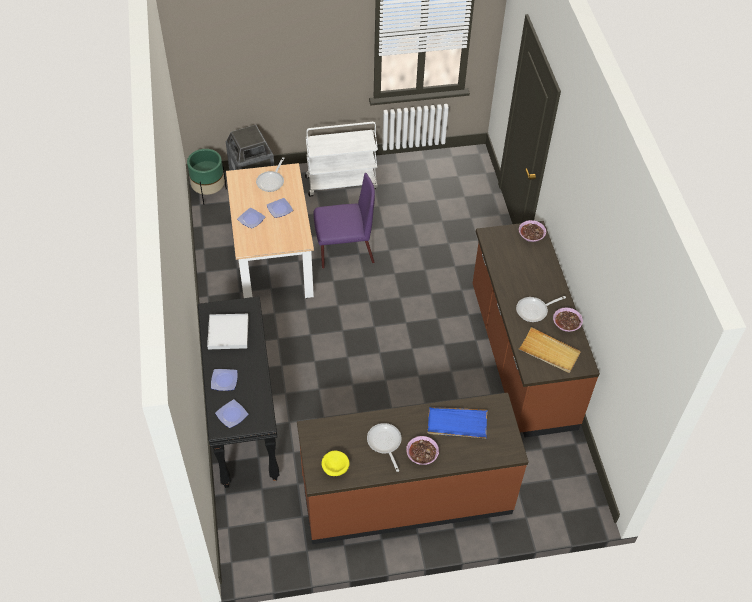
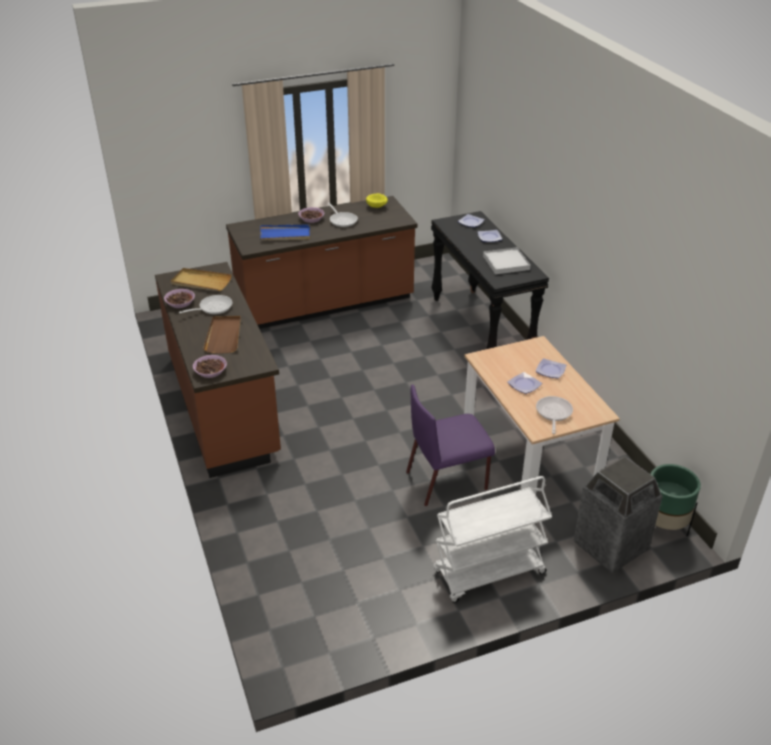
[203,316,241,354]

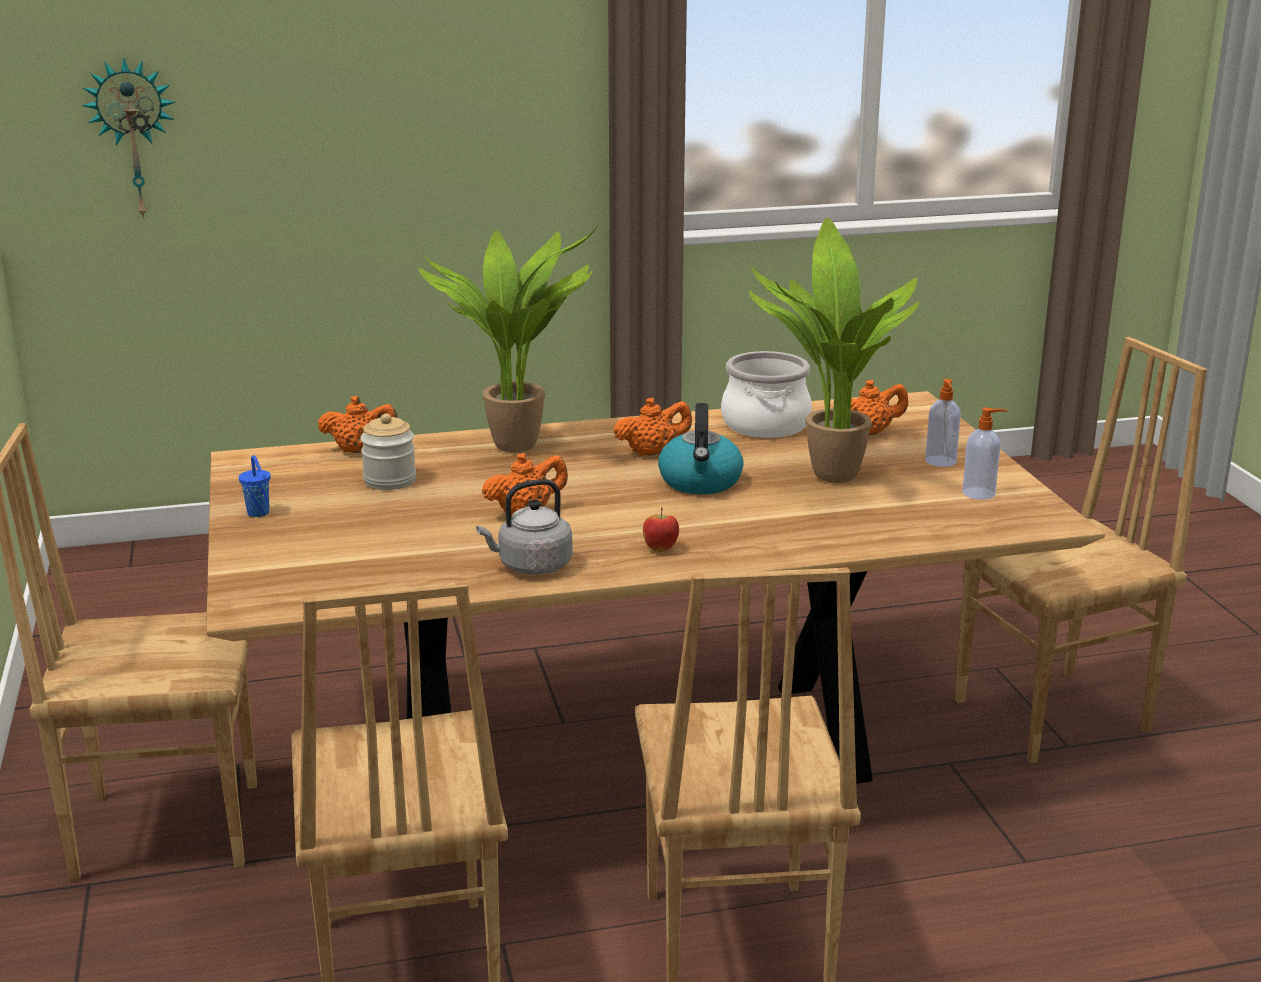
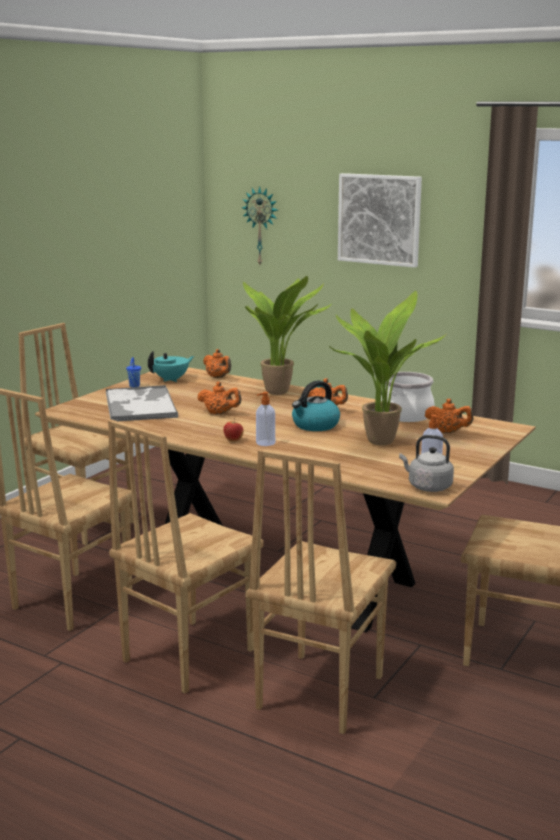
[256,392,275,446]
[360,414,416,490] (first image)
[399,435,454,492]
[338,173,422,268]
[148,351,194,382]
[106,385,178,421]
[247,449,396,734]

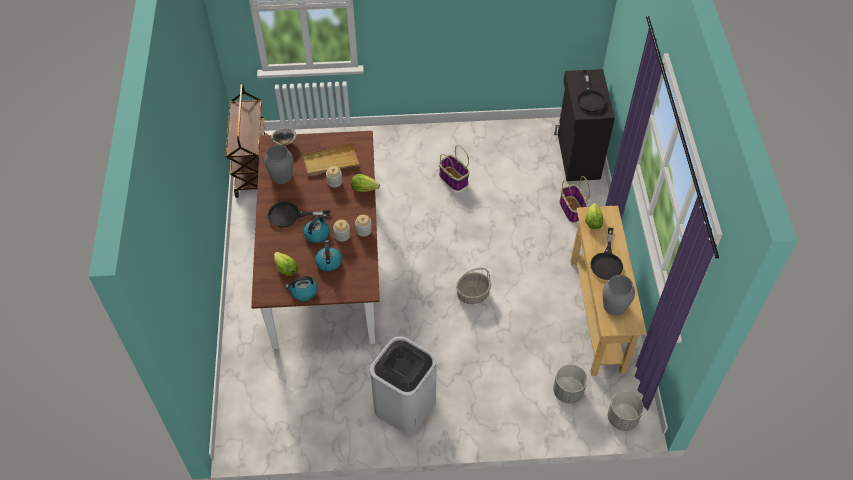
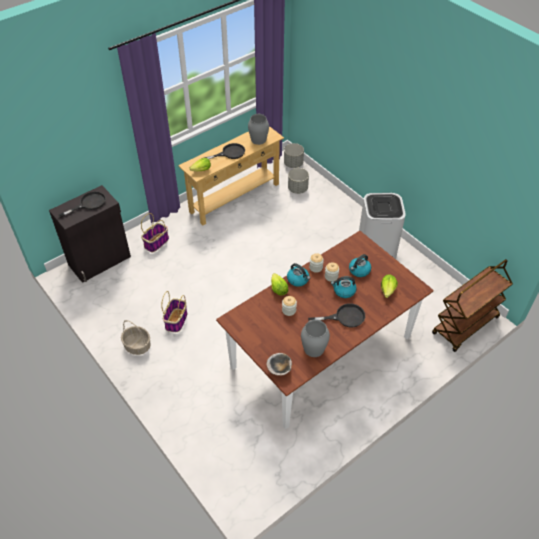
[432,259,513,352]
[303,143,360,176] (first image)
[308,303,365,327]
[121,320,151,355]
[287,263,310,287]

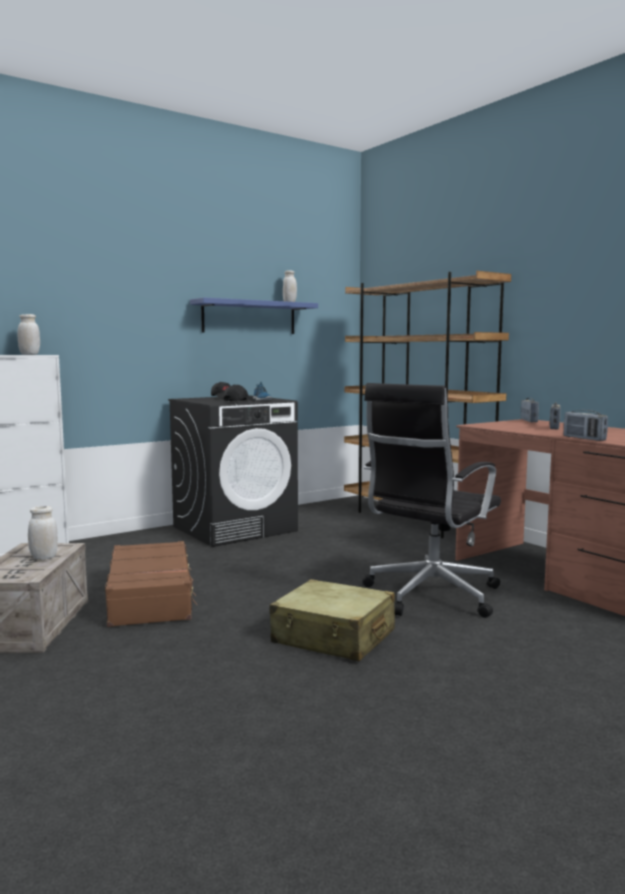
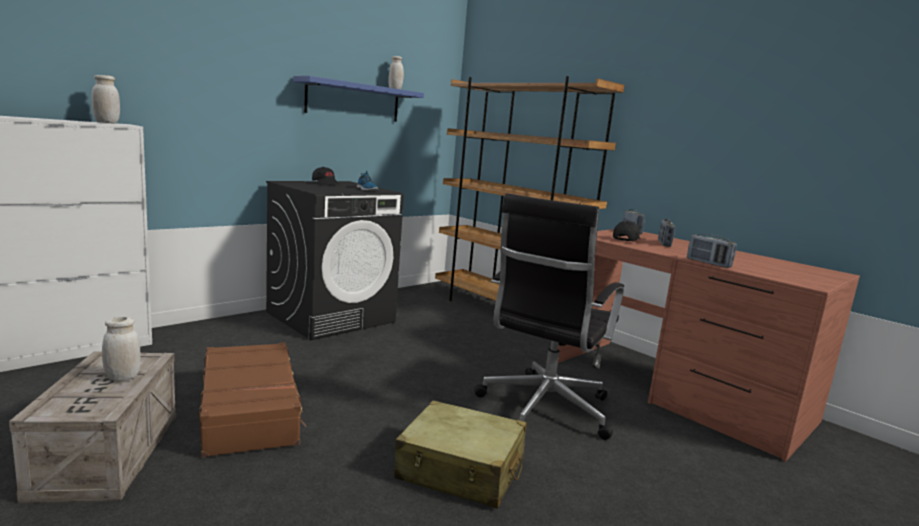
[613,221,641,241]

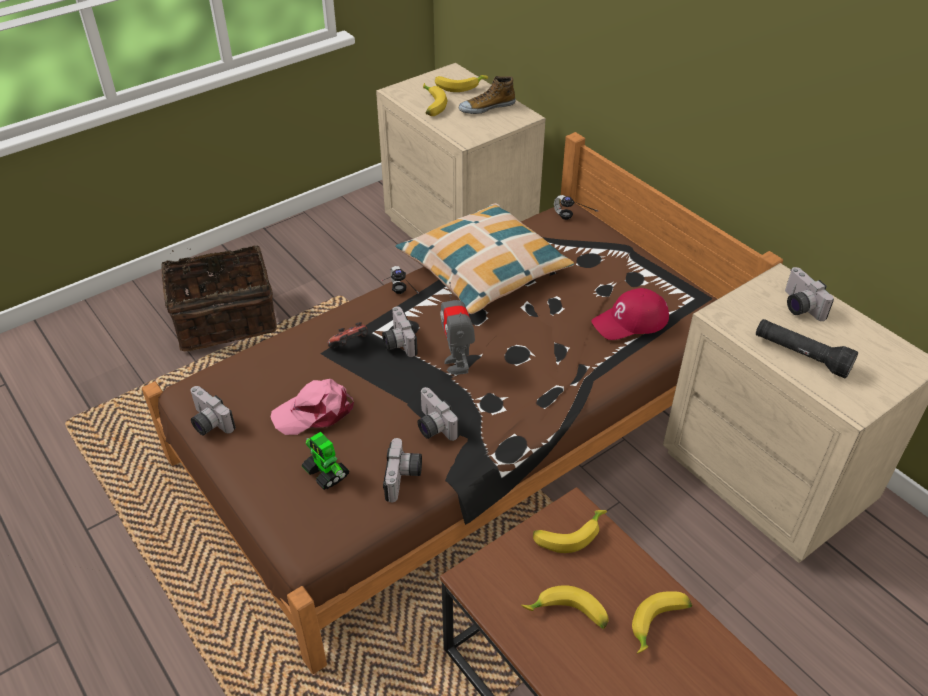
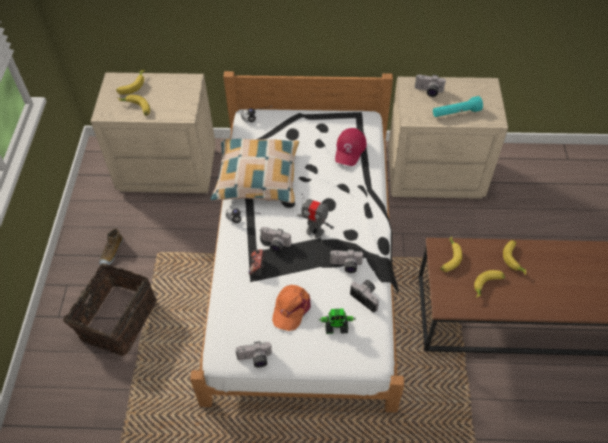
[99,228,123,265]
[190,71,404,413]
[433,96,483,117]
[272,285,311,331]

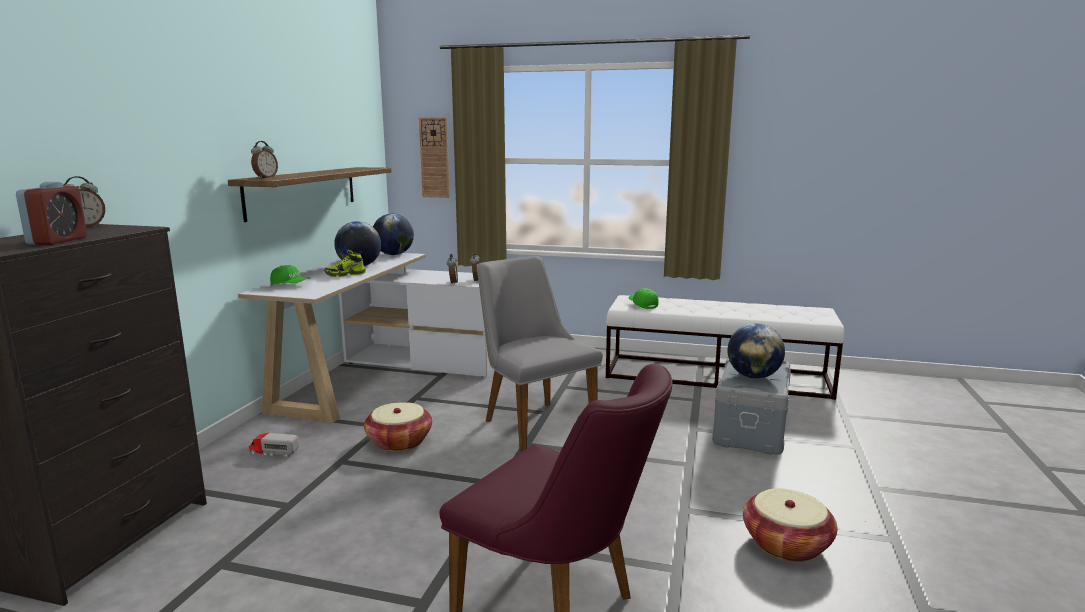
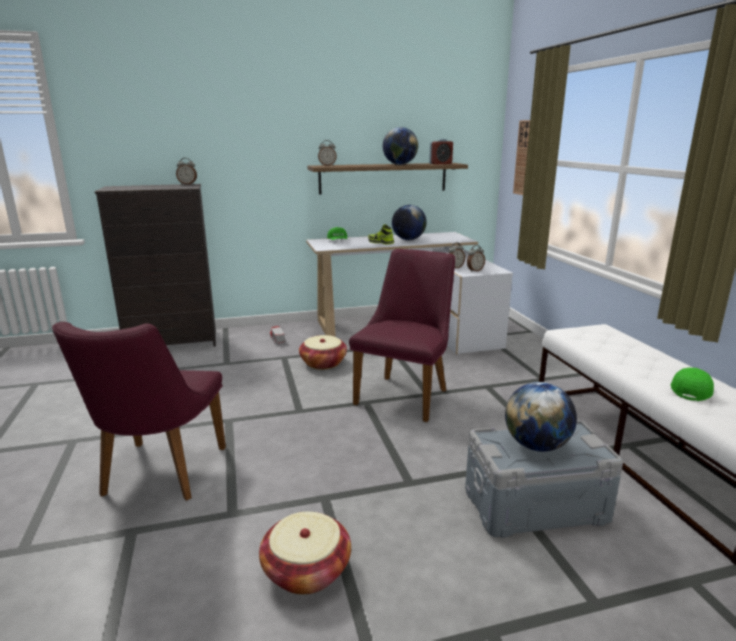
[429,139,453,164]
[383,127,418,165]
[349,249,455,422]
[671,368,714,401]

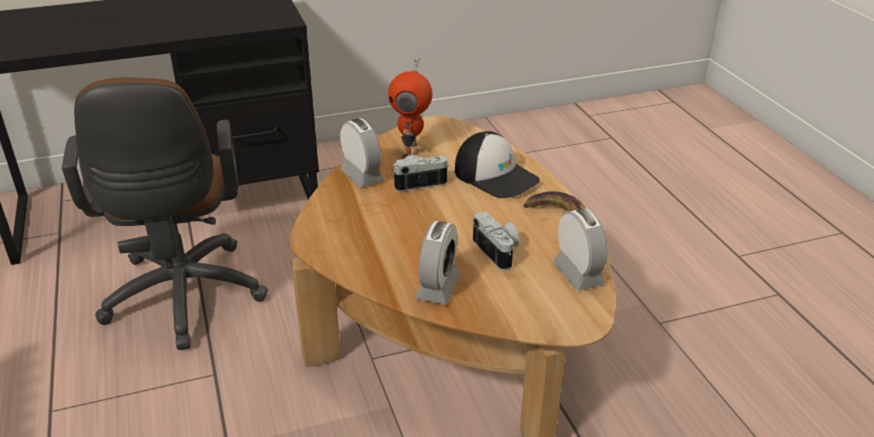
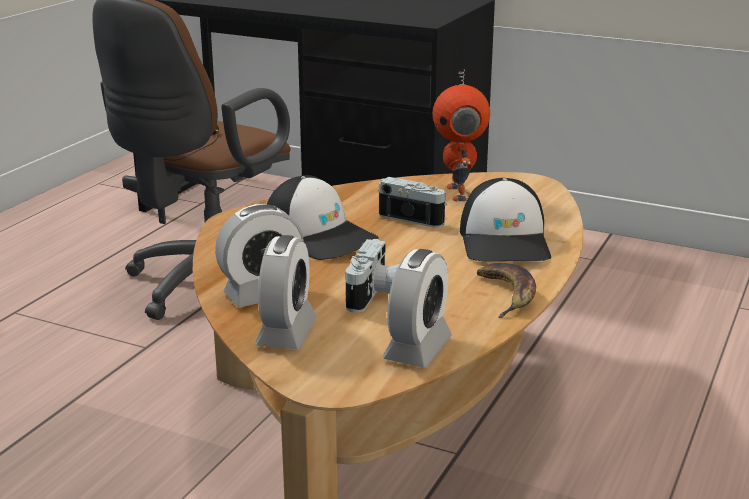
[433,69,490,201]
[255,235,317,349]
[267,175,379,260]

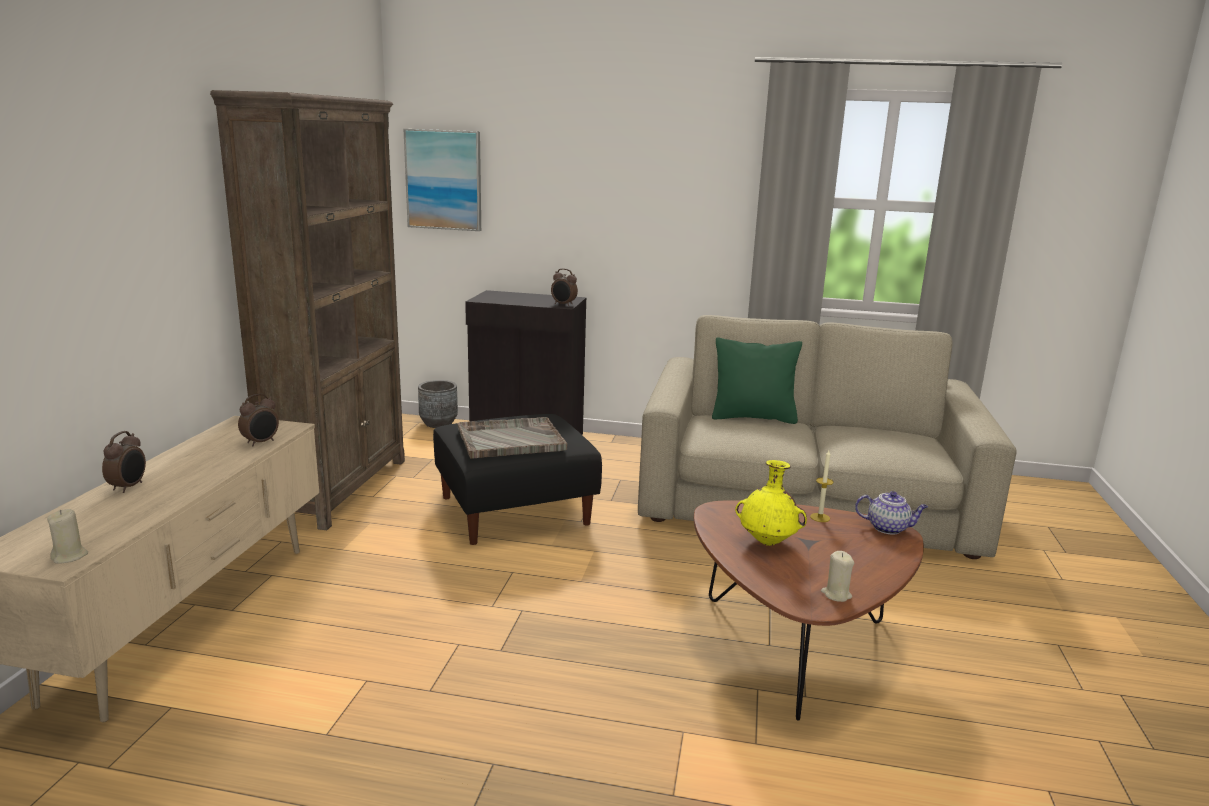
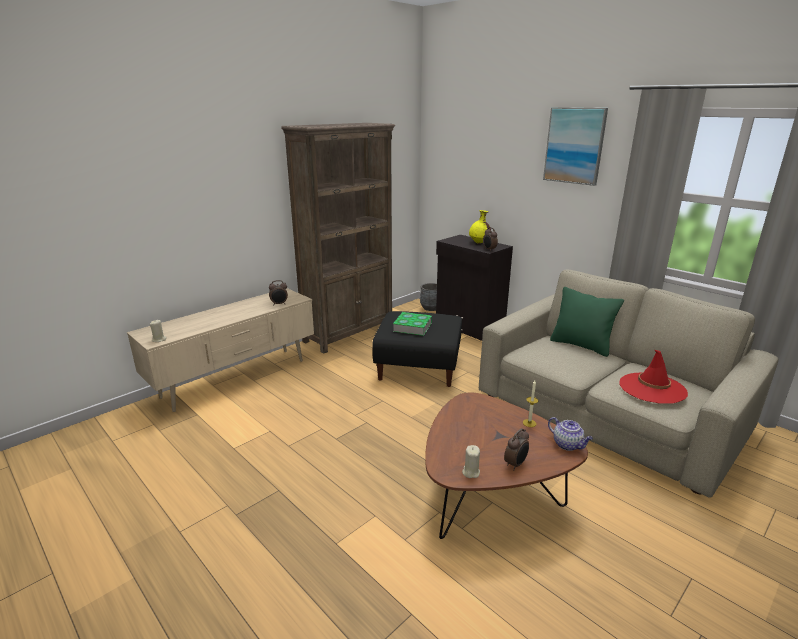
[543,107,608,186]
[393,312,432,336]
[504,428,529,470]
[469,210,491,244]
[619,350,688,404]

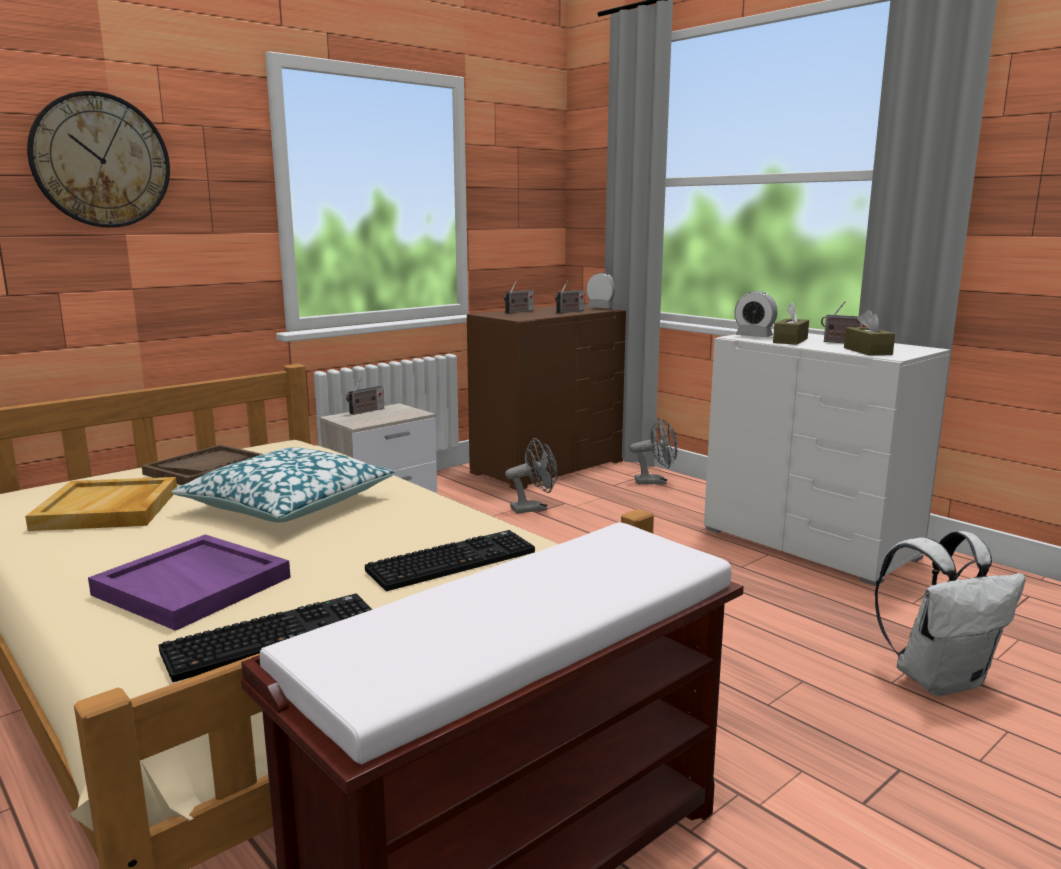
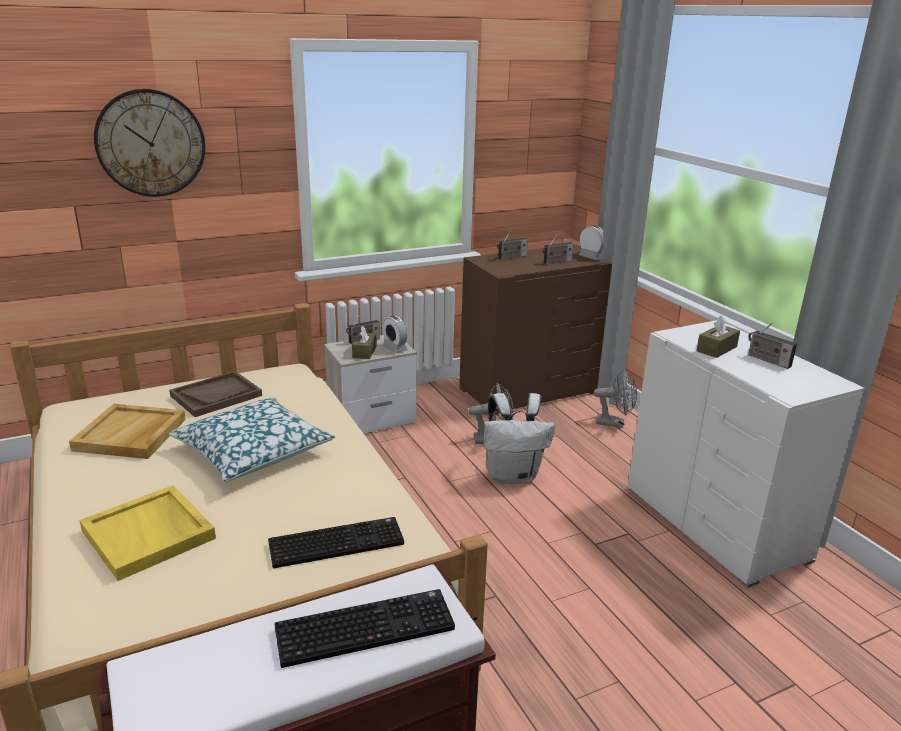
[382,316,408,353]
[352,326,377,359]
[484,393,555,484]
[79,485,216,581]
[274,589,455,668]

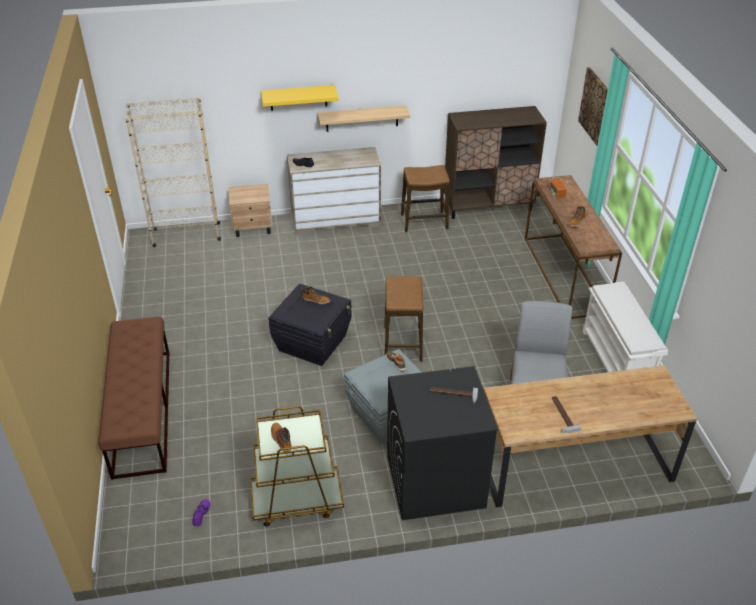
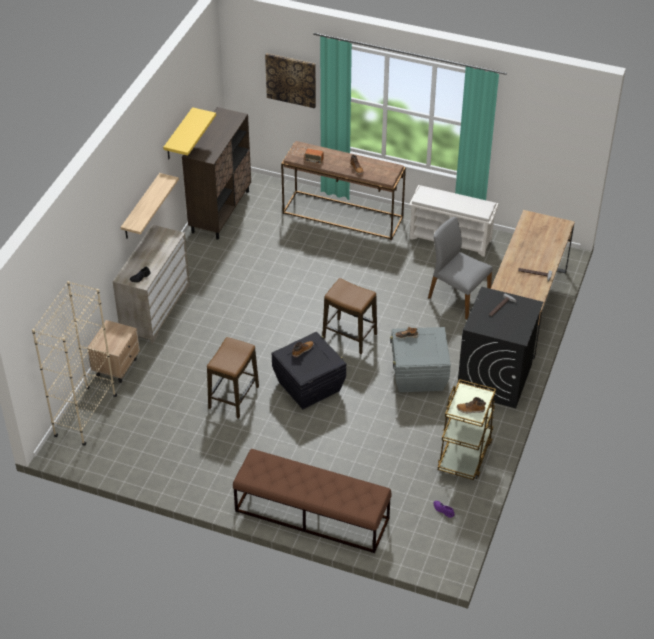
[163,107,216,159]
[207,337,259,419]

